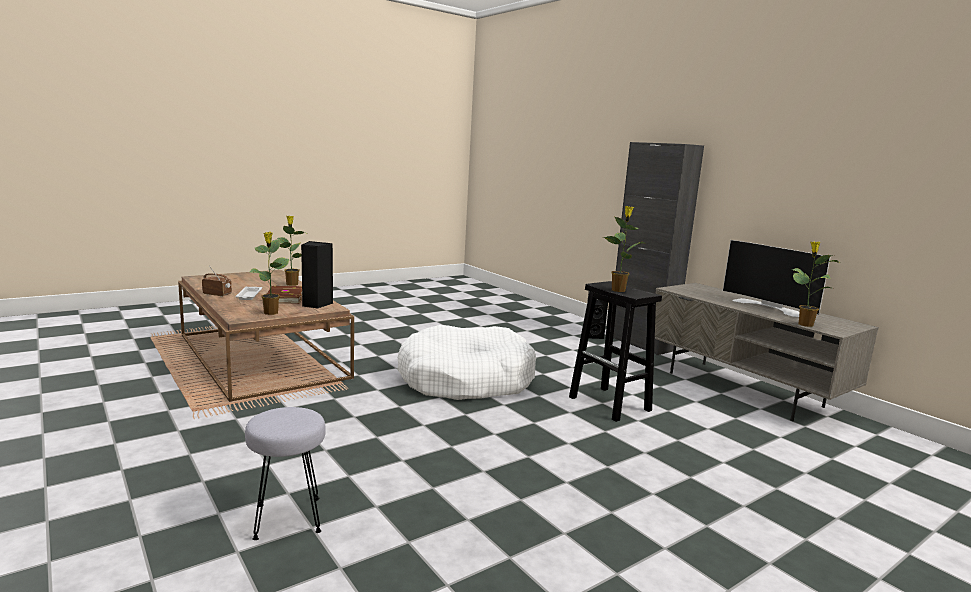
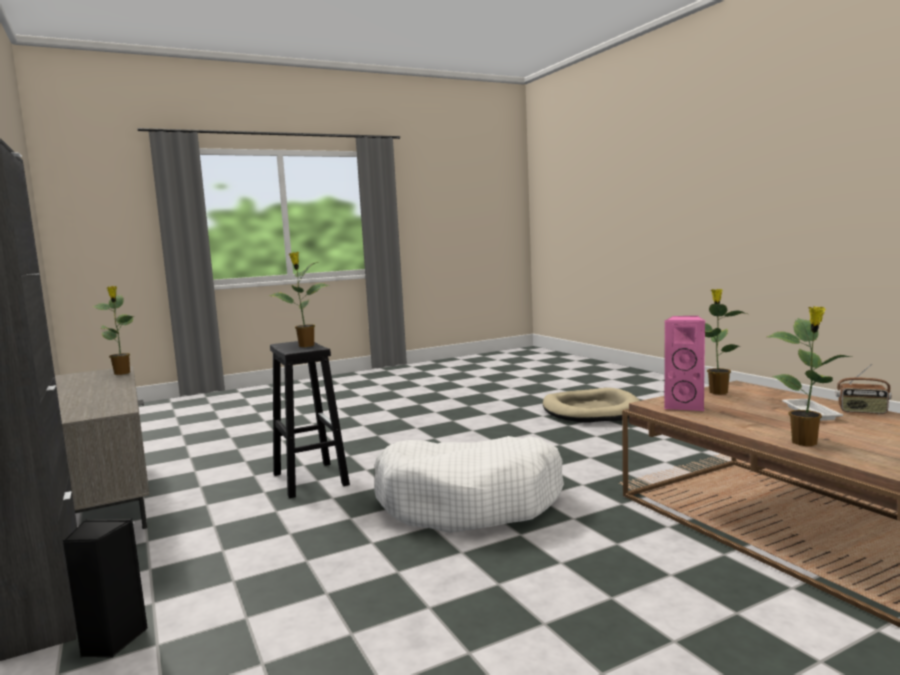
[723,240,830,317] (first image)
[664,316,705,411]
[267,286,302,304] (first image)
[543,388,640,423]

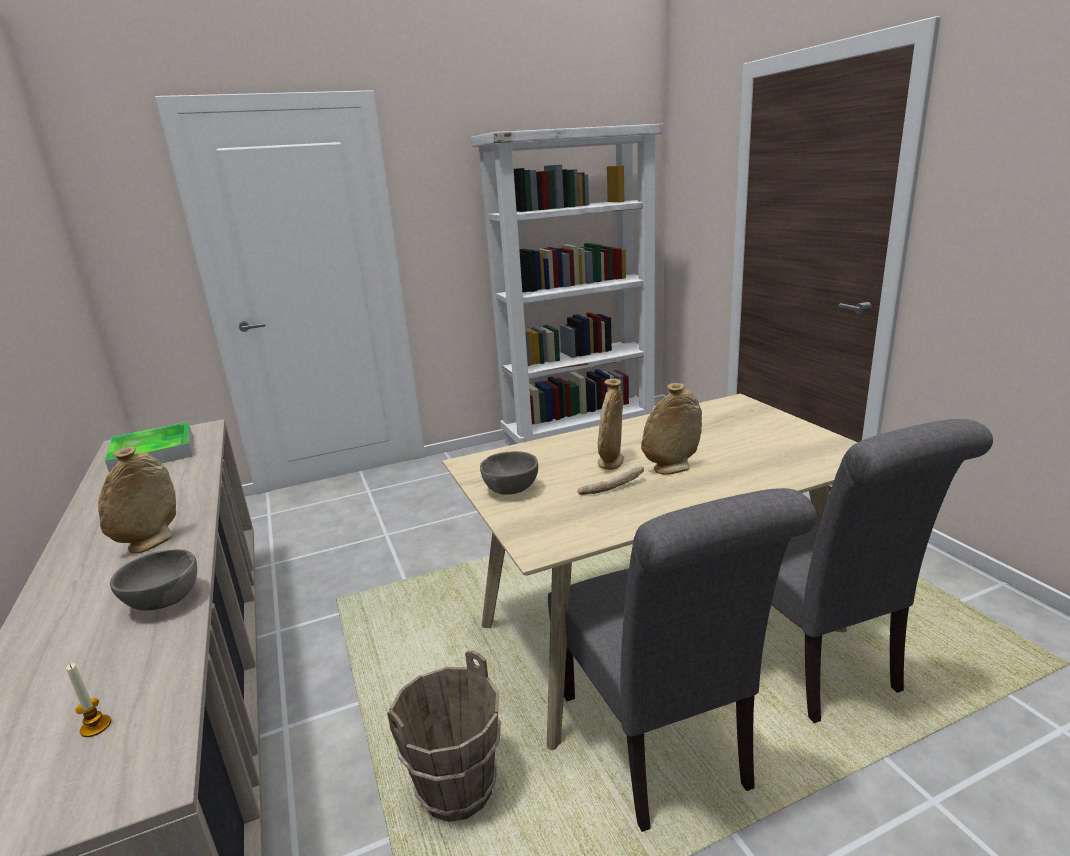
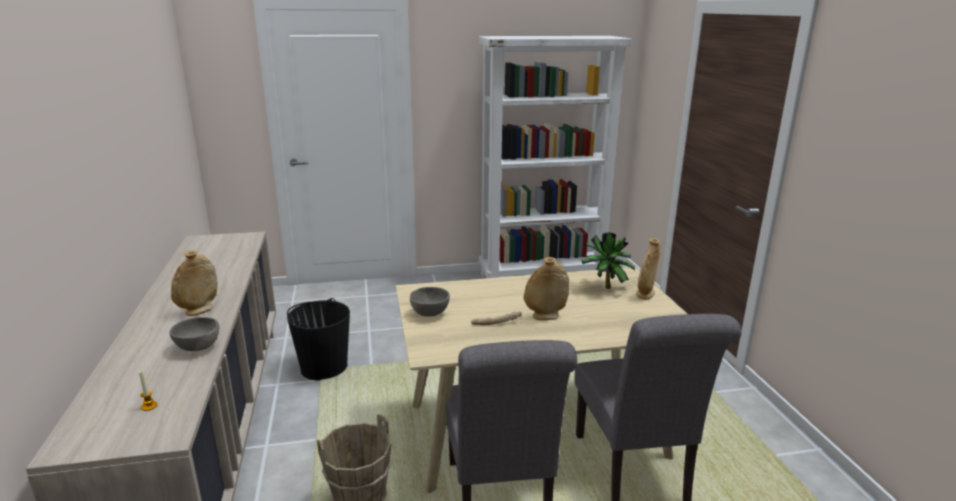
[636,238,660,299]
[105,422,193,473] (first image)
[582,232,635,289]
[287,298,350,380]

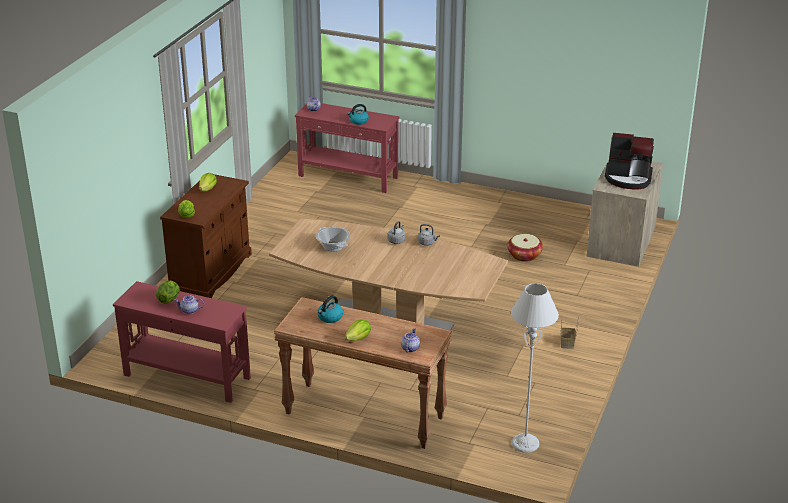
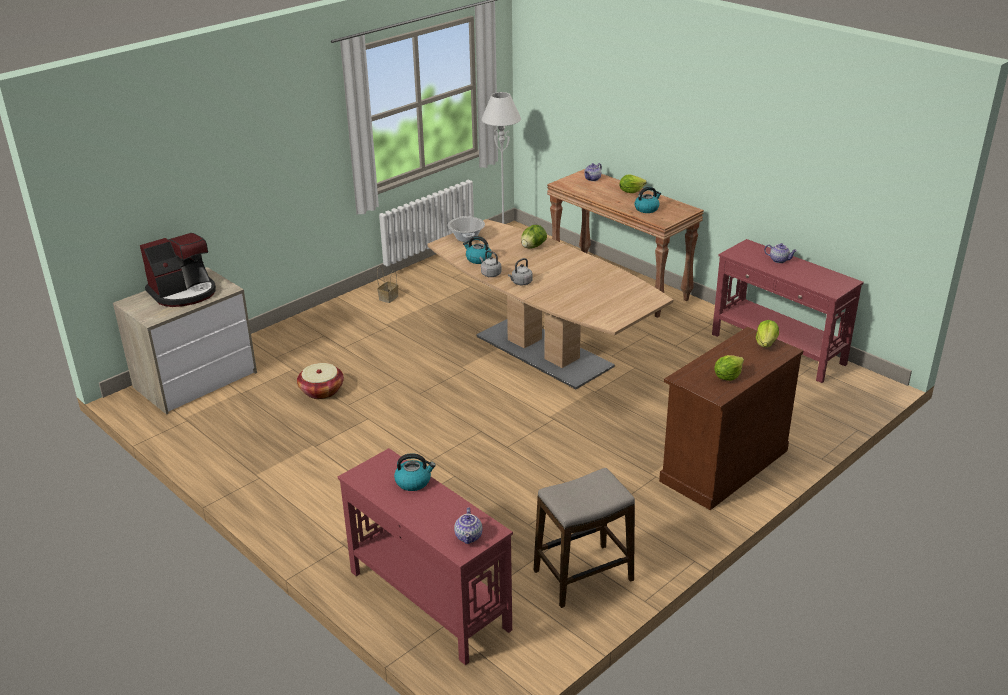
[140,233,216,307]
[447,216,485,242]
[521,225,547,249]
[463,236,492,264]
[534,468,635,608]

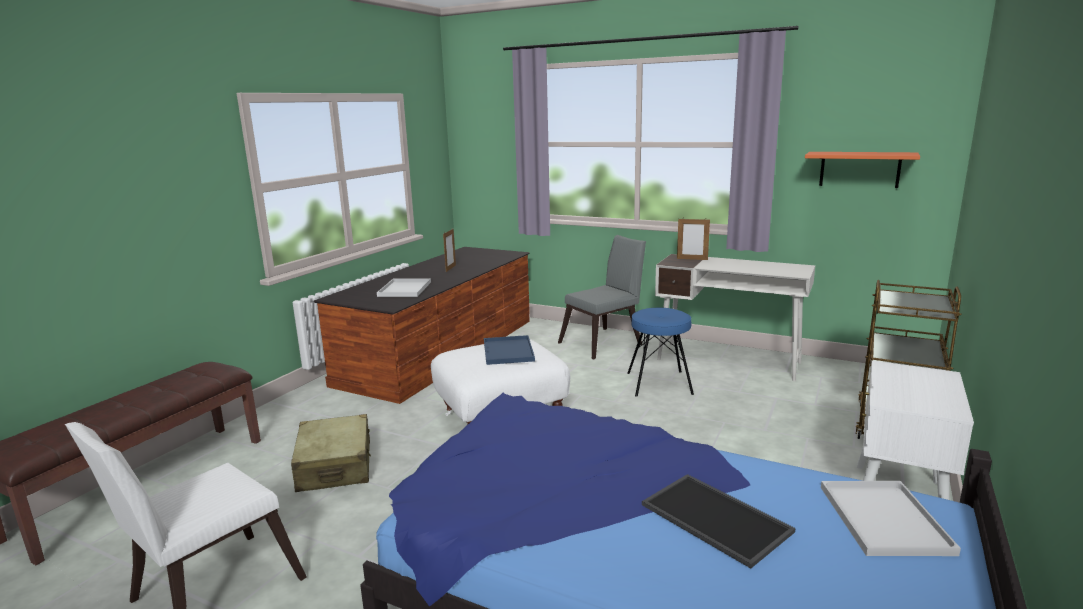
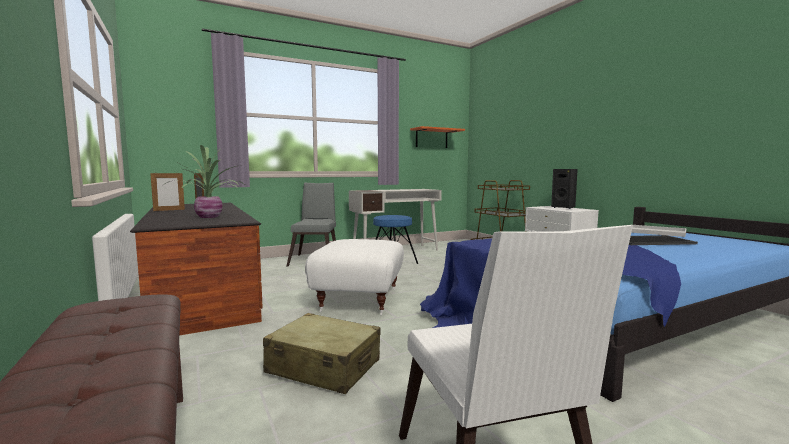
[150,173,185,211]
[165,145,244,218]
[484,335,535,365] (first image)
[551,169,578,209]

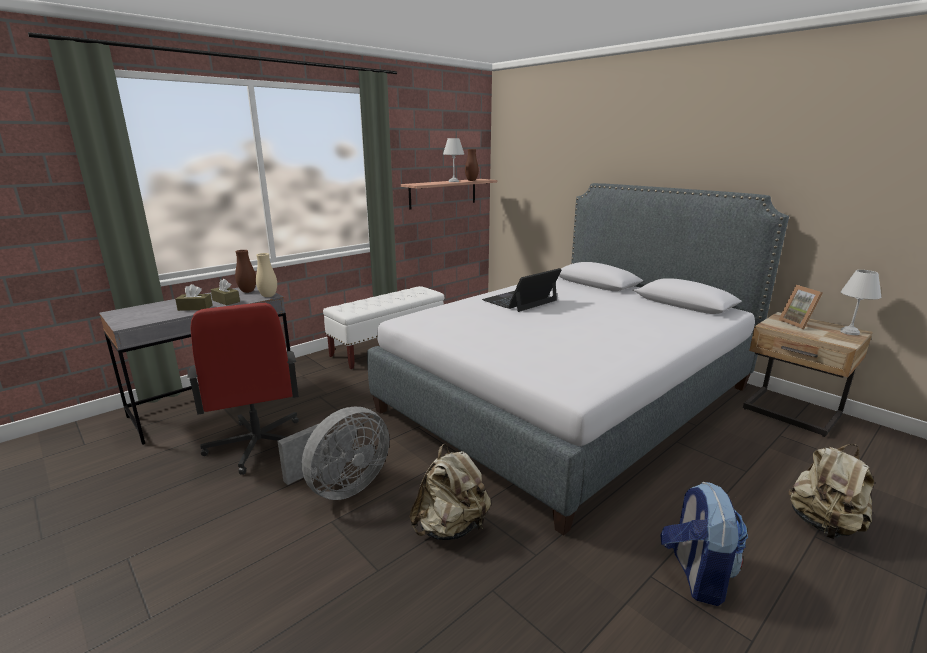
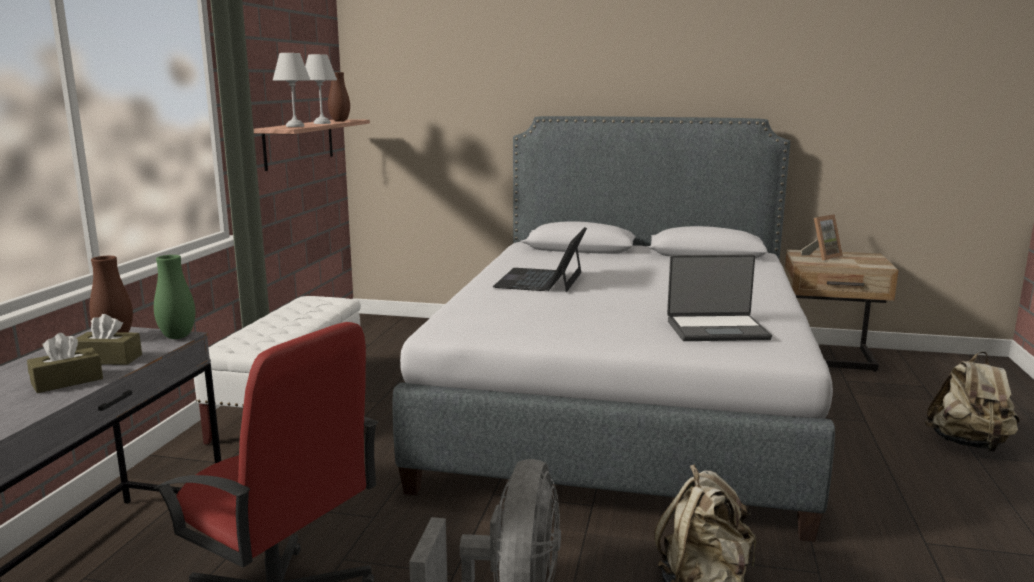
[154,255,195,339]
[273,53,310,127]
[801,214,843,261]
[660,481,748,606] (first image)
[667,254,772,341]

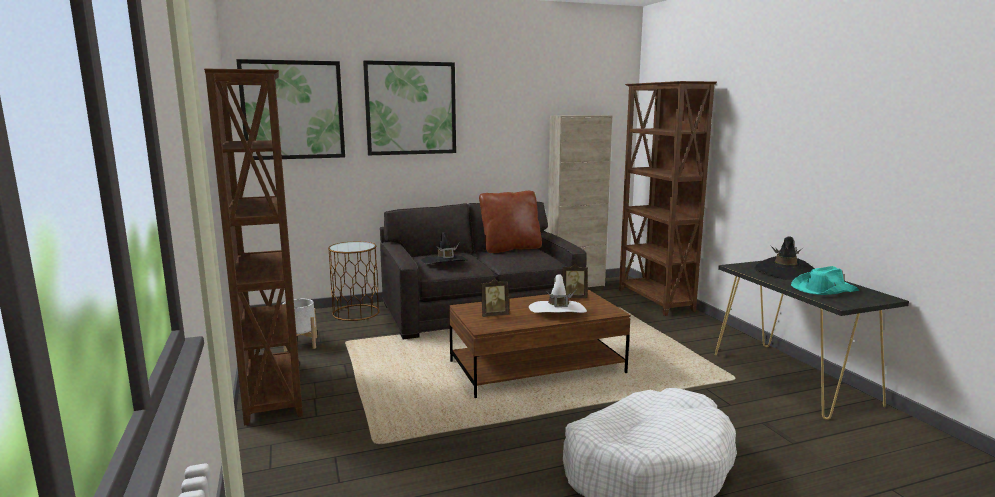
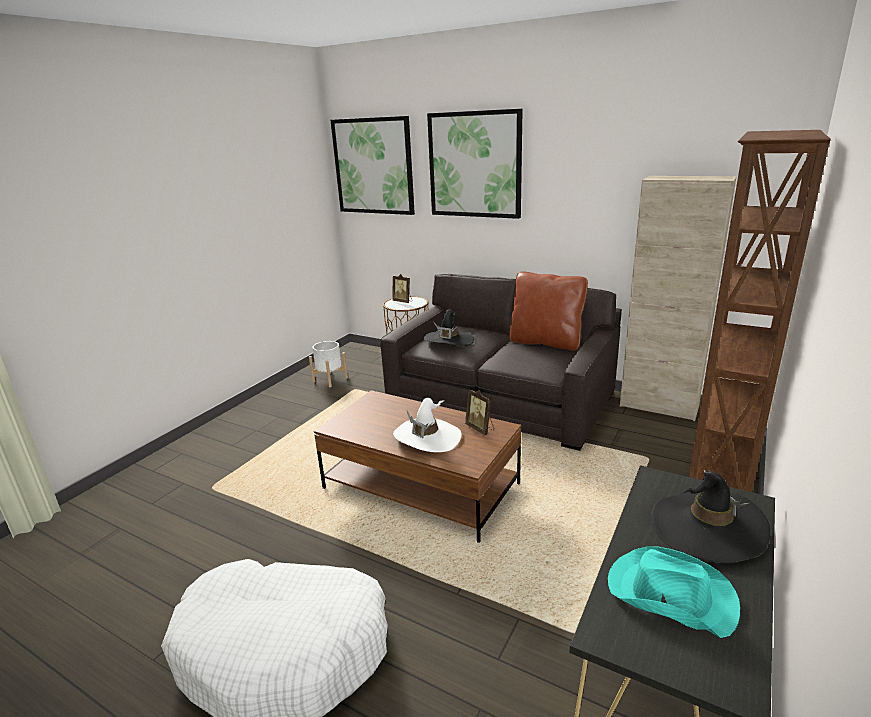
[204,69,303,426] (first image)
[392,274,412,303]

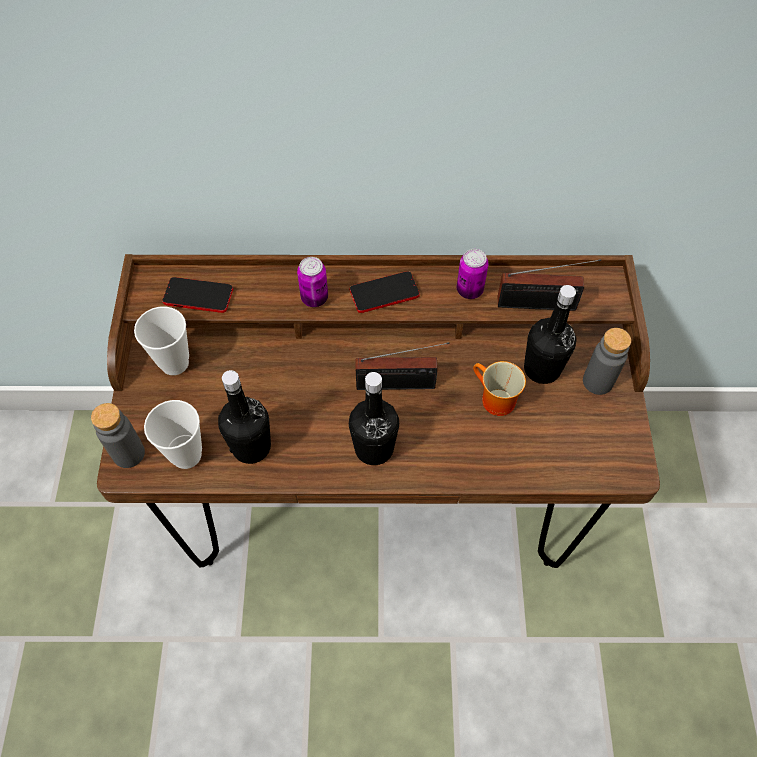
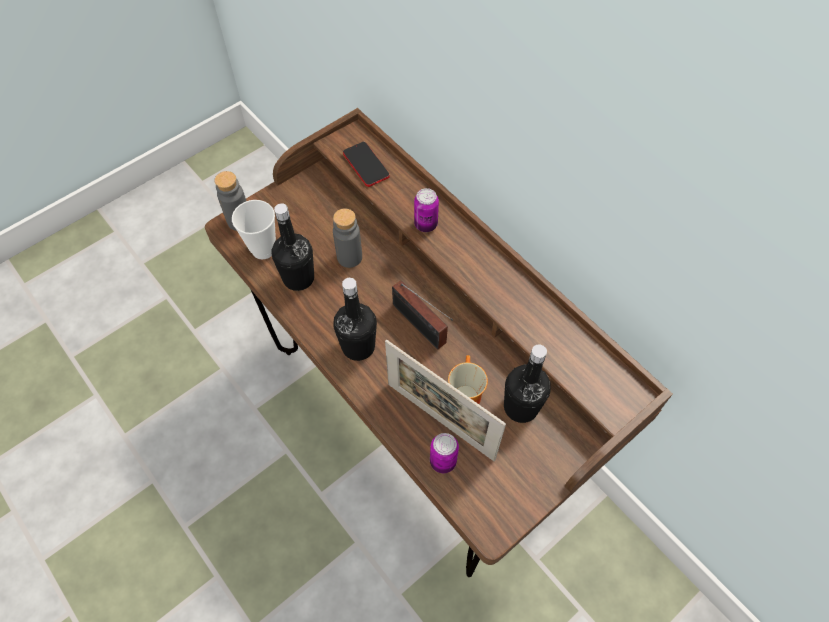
[430,433,459,473]
[498,259,601,311] (first image)
[350,271,420,313] (first image)
[134,307,189,375] (first image)
[333,208,362,268]
[385,340,506,461]

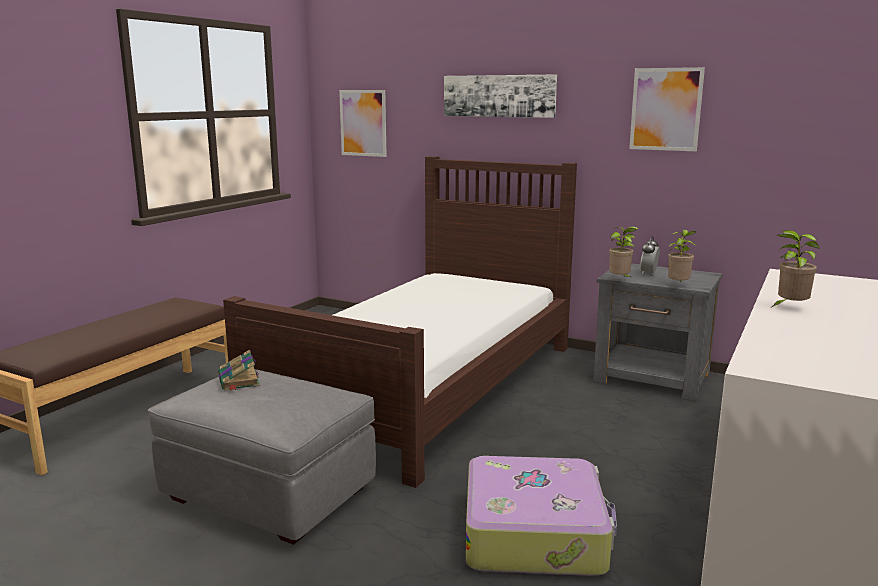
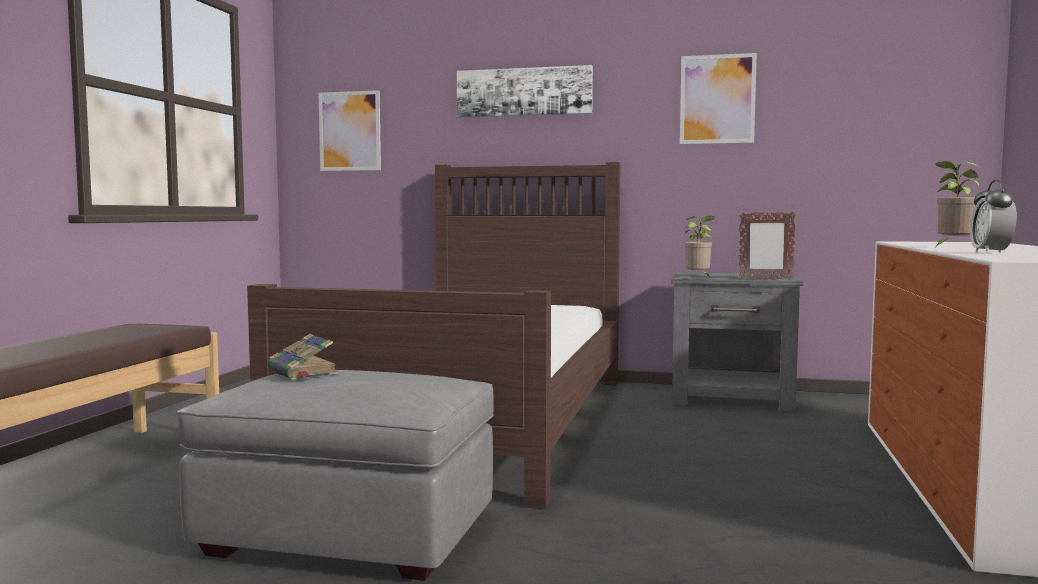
[739,211,796,279]
[970,180,1017,253]
[466,456,617,576] (first image)

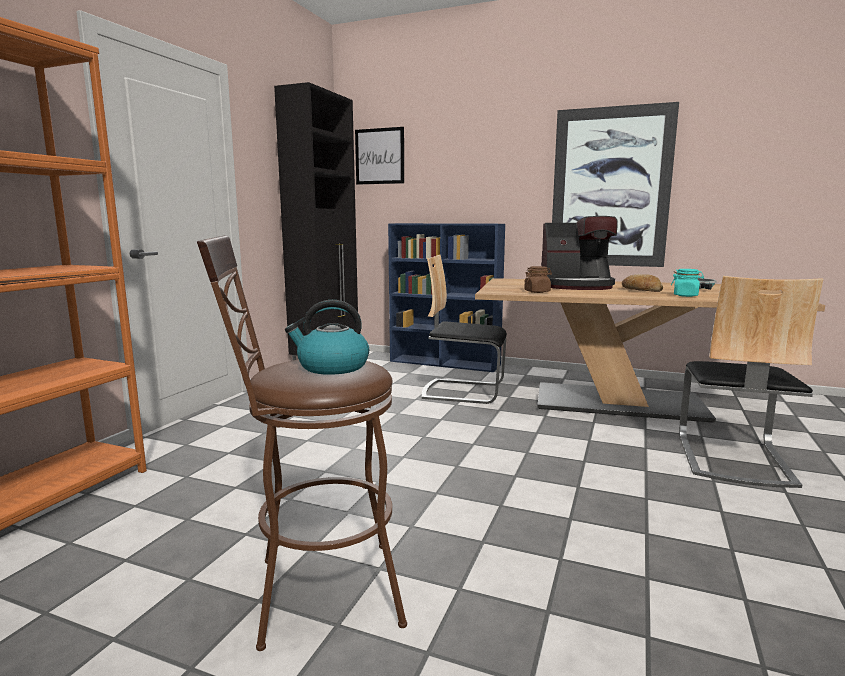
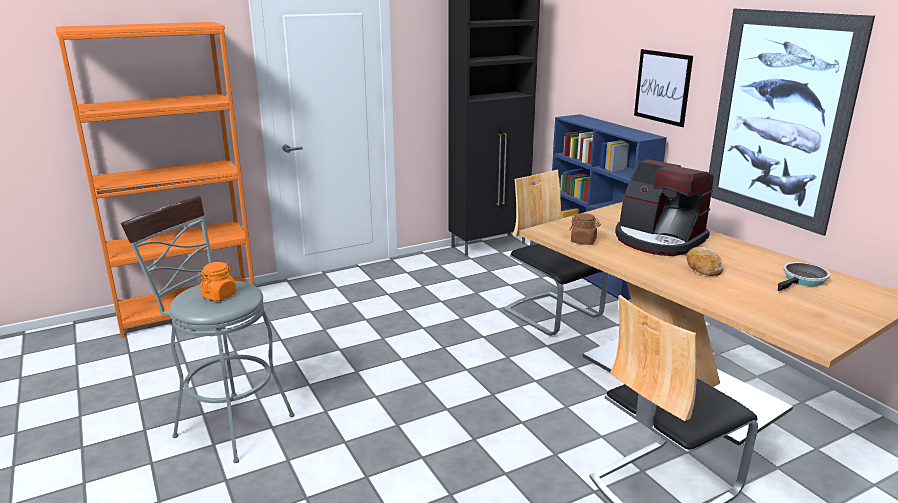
[634,49,693,127]
[121,196,295,463]
[671,269,704,297] (first image)
[200,262,236,301]

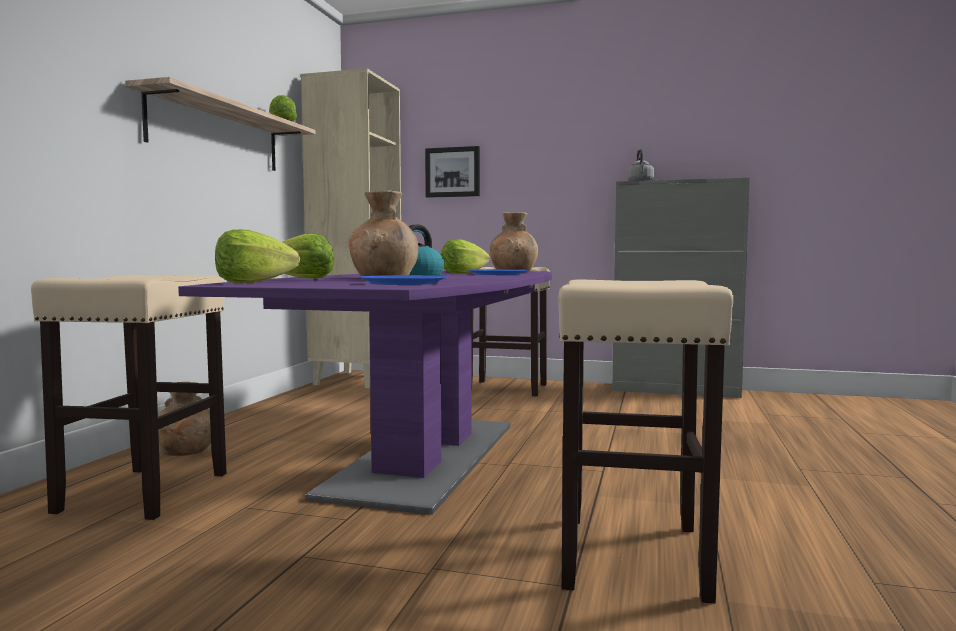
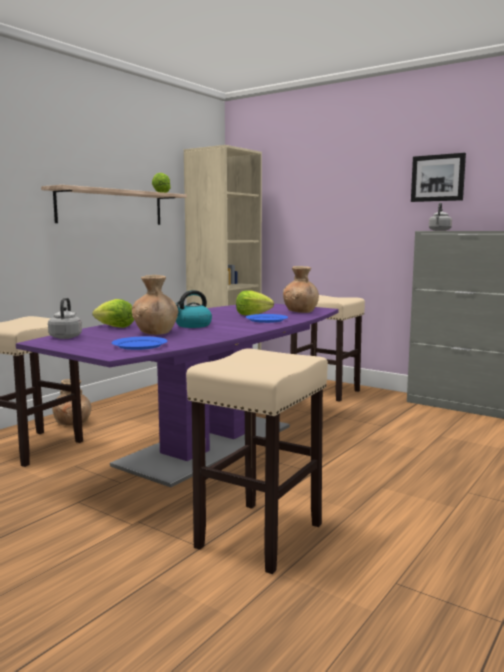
[411,153,466,202]
[48,298,82,339]

